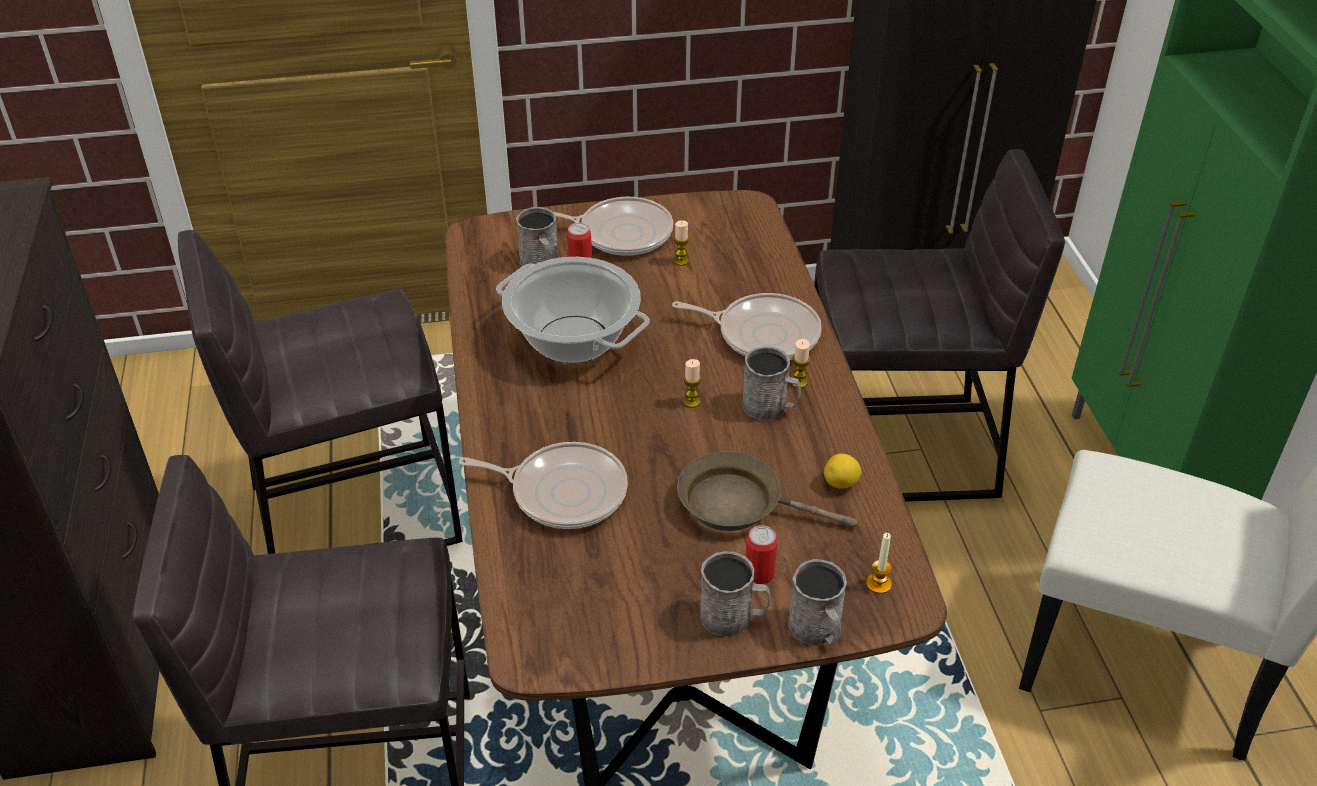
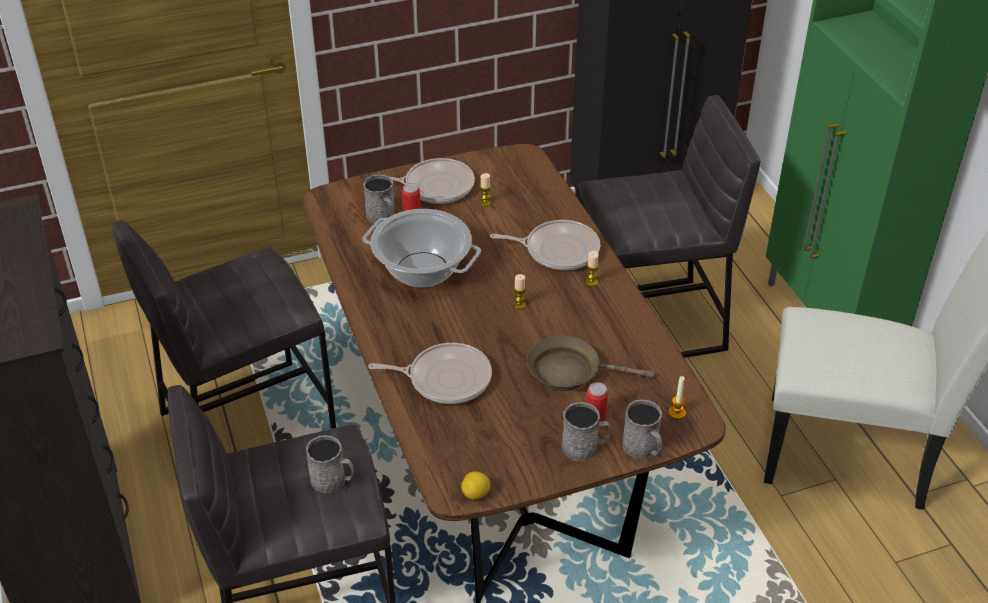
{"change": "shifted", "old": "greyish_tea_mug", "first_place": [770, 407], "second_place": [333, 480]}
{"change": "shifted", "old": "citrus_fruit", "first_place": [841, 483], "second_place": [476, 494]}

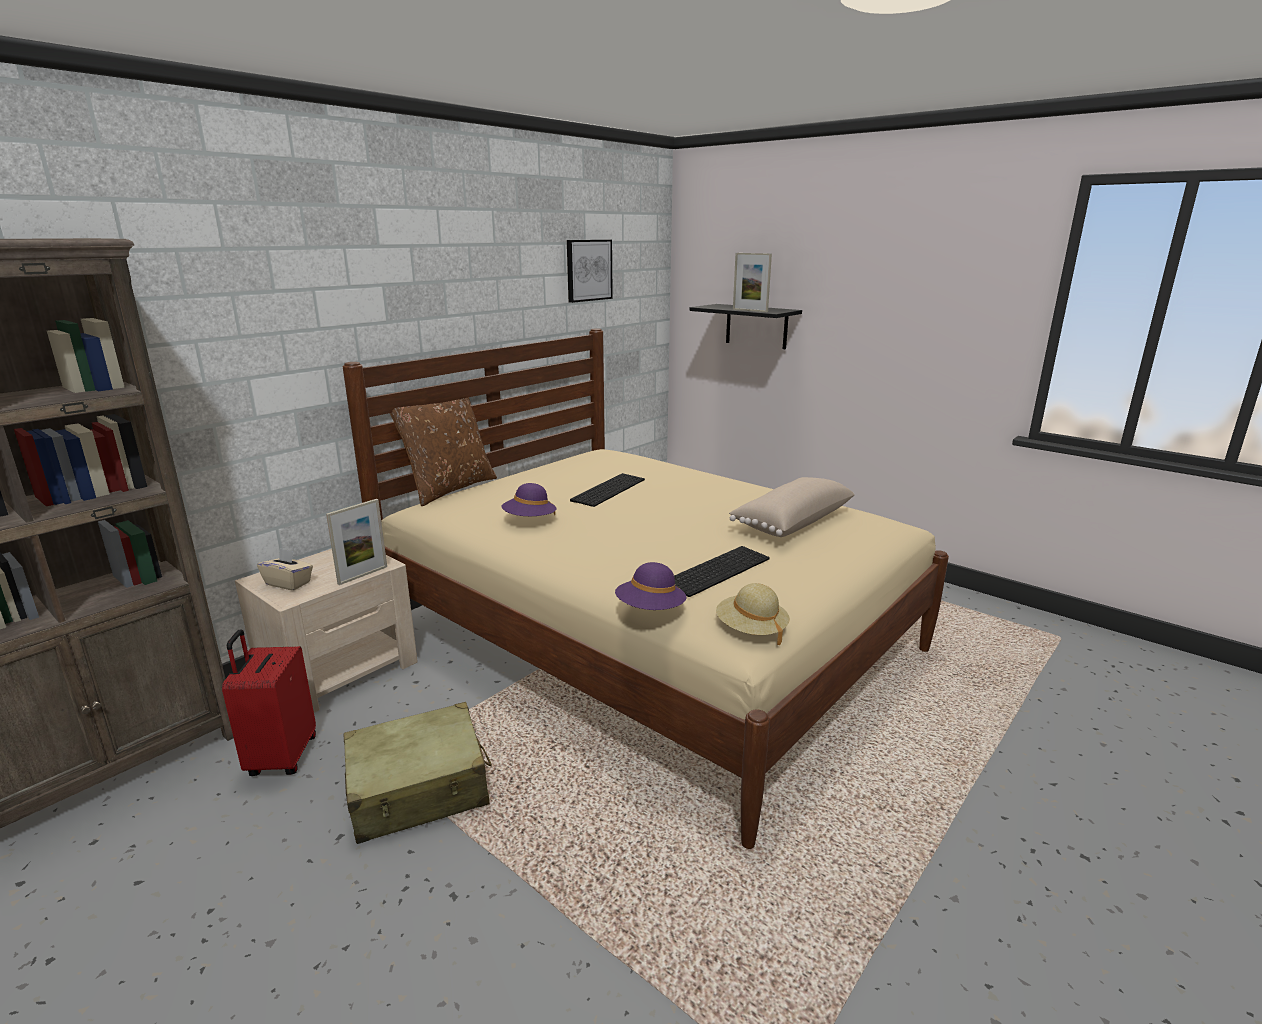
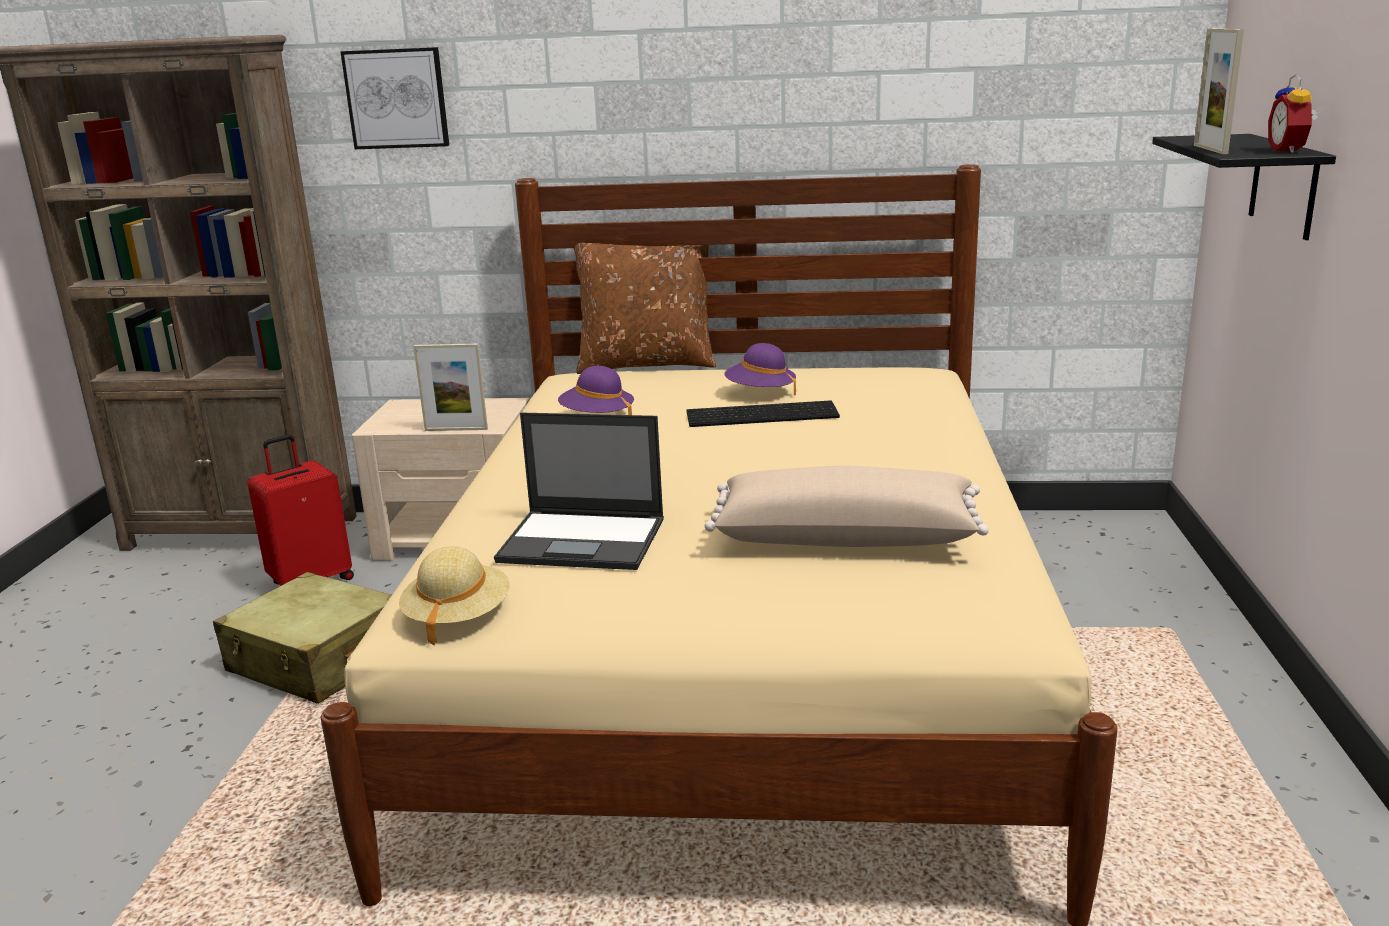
{"change": "gone", "old": "beige-coloured_box_of_tissues", "first_place": [289, 583]}
{"change": "shifted", "old": "picture", "first_place": [588, 270], "second_place": [397, 98]}
{"change": "shifted", "old": "purple-coloured_clothing_hat", "first_place": [650, 610], "second_place": [760, 393]}
{"change": "swapped", "old": "PC_keyboard", "new": "notebook_computer", "first_place": [716, 569], "second_place": [584, 541]}
{"change": "new", "new": "table_clock", "second_place": [1289, 150]}

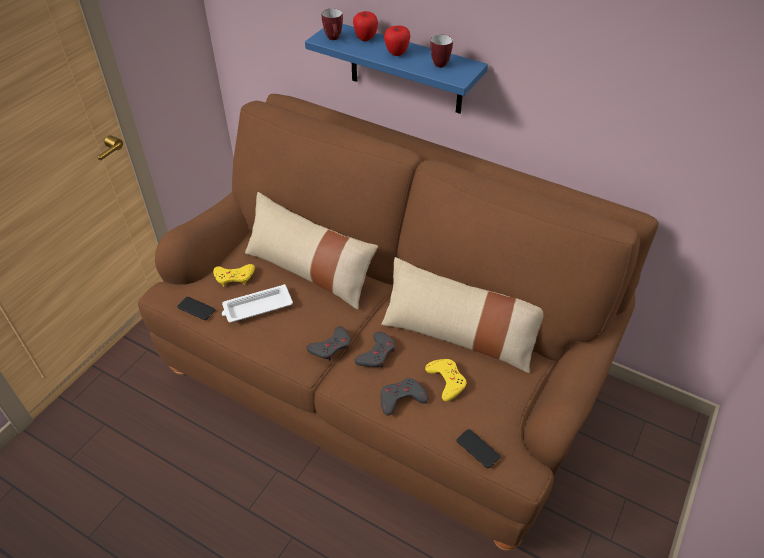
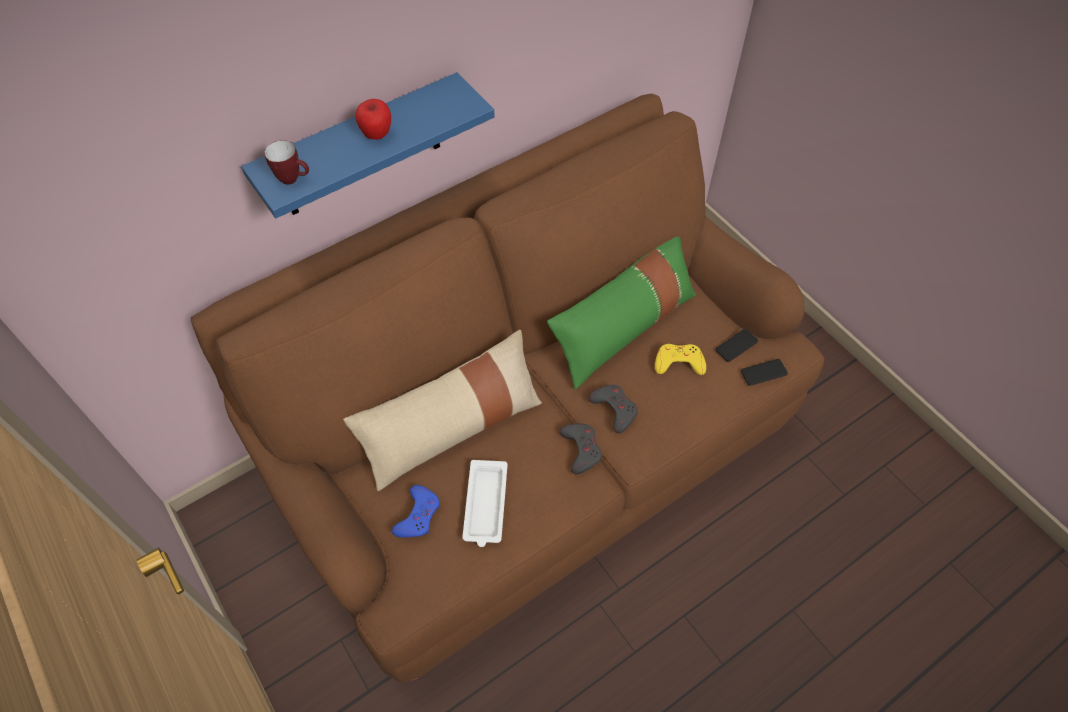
{"change": "shifted", "old": "telephone", "first_place": [196, 308], "second_place": [736, 345]}
{"change": "repainted", "old": "yellowish_joypad", "new": "bluish_joypad", "first_place": [234, 277], "second_place": [418, 515]}
{"change": "gone", "old": "whole_apple", "first_place": [365, 39]}
{"change": "repainted", "old": "beige-coloured_pillow", "new": "greenish_pillow", "first_place": [459, 335], "second_place": [624, 328]}
{"change": "gone", "old": "greyish_joypad", "first_place": [401, 398]}
{"change": "gone", "old": "tea_mug", "first_place": [438, 63]}

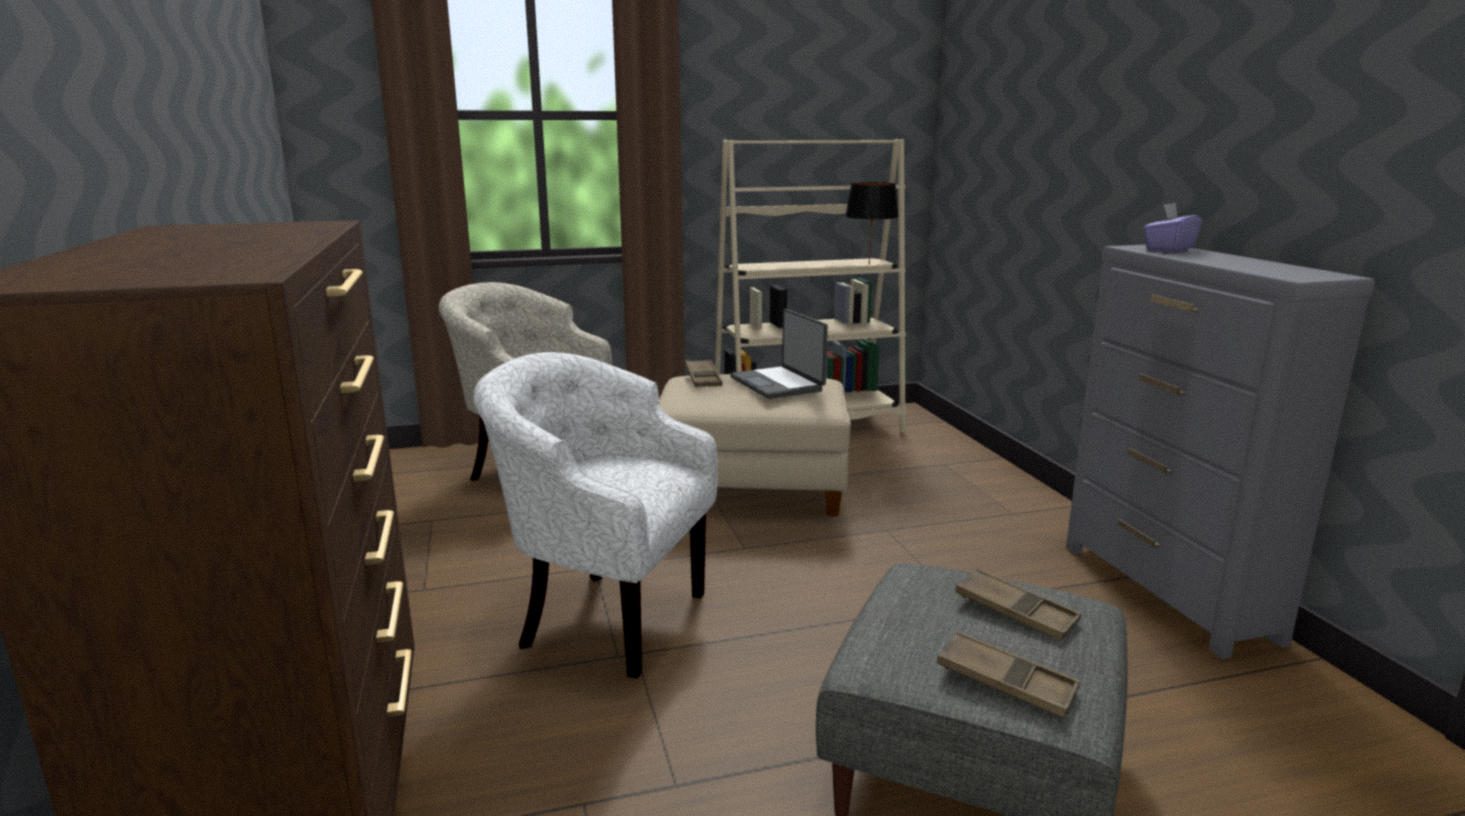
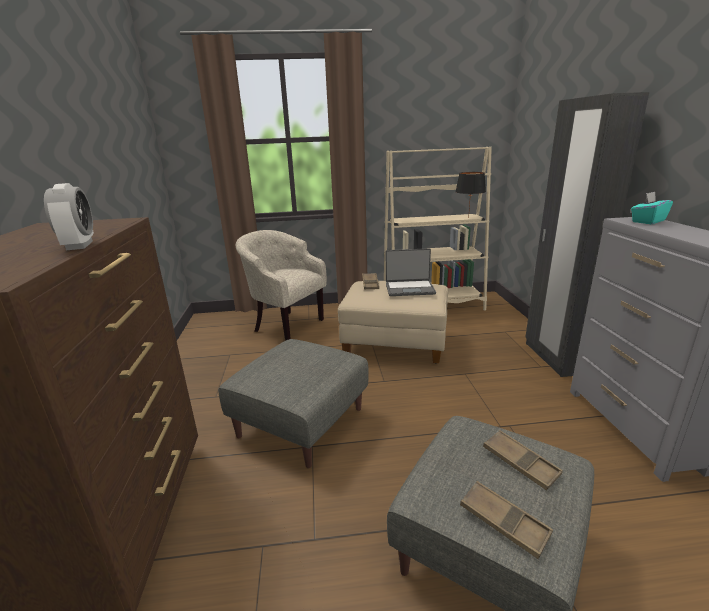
{"change": "swapped", "old": "white-coloured_armchair", "new": "greyish_ottoman", "first_place": [604, 618], "second_place": [300, 421]}
{"change": "rotated", "old": "notebook_computer", "first_place": [778, 384], "second_place": [409, 289], "degrees": -75}
{"change": "repainted", "old": "purple-coloured_box_of_tissues", "new": "blue-green_box_of_tissues", "first_place": [1168, 249], "second_place": [647, 221]}
{"change": "new", "new": "table_clock", "second_place": [79, 245]}
{"change": "new", "new": "black_clothes_cupboard", "second_place": [553, 358]}

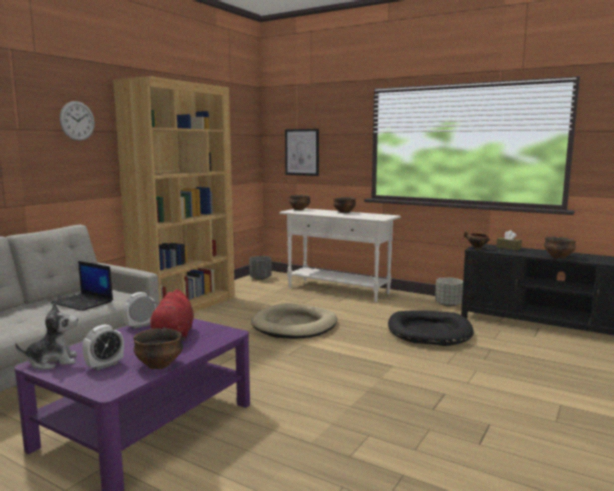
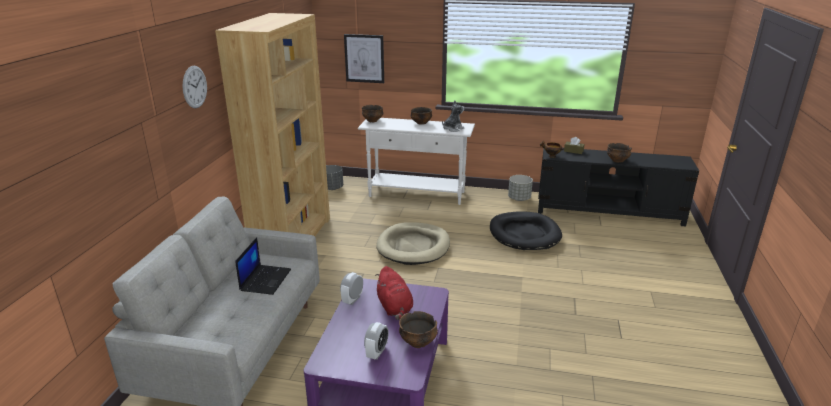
{"change": "shifted", "old": "plush_toy", "first_place": [53, 362], "second_place": [452, 129]}
{"change": "rotated", "old": "notebook_computer", "first_place": [83, 302], "second_place": [265, 279], "degrees": -90}

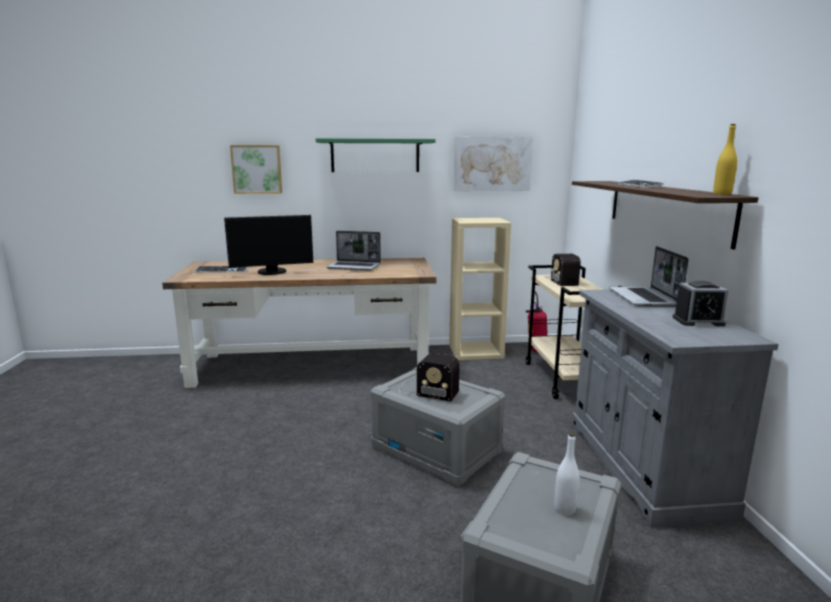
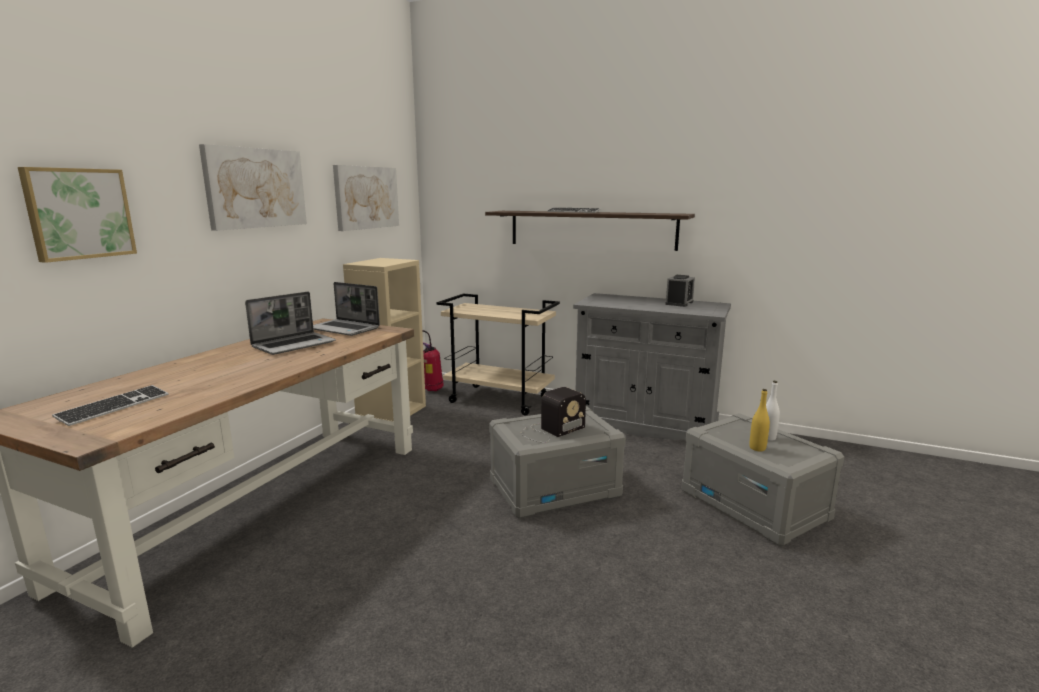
{"change": "gone", "old": "computer_display", "first_place": [272, 272]}
{"change": "swapped", "old": "greenish_shelf", "new": "picture", "first_place": [375, 155], "second_place": [255, 188]}
{"change": "gone", "old": "radio", "first_place": [562, 280]}
{"change": "shifted", "old": "notebook_computer", "first_place": [644, 298], "second_place": [345, 329]}
{"change": "shifted", "old": "yellowish_drink_bottle", "first_place": [722, 194], "second_place": [757, 448]}

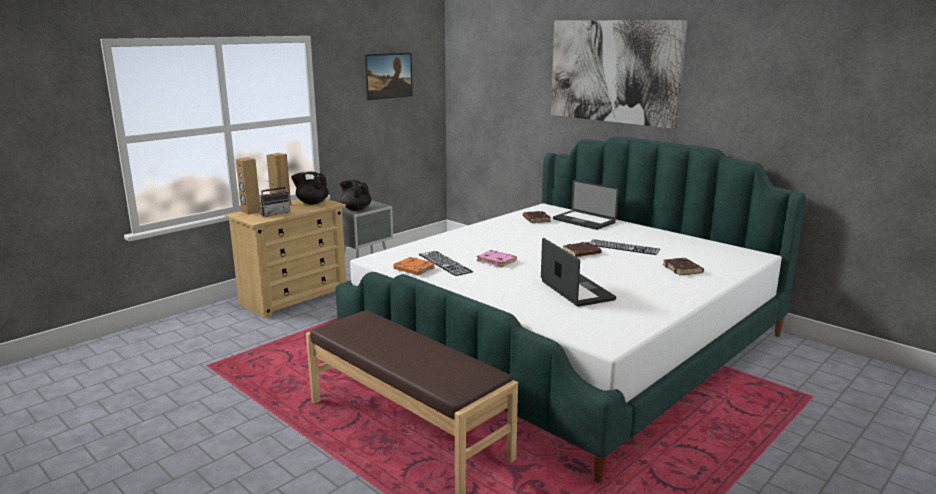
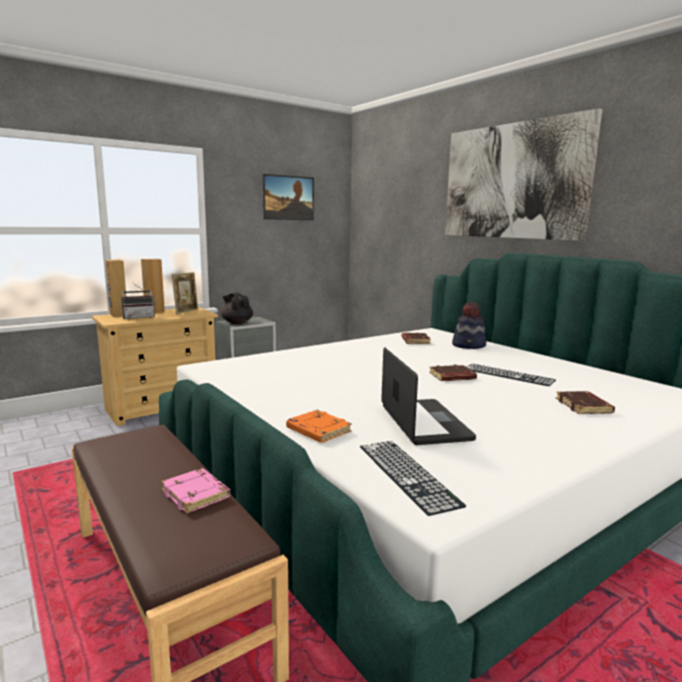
{"change": "swapped", "old": "black_tea_pot", "new": "picture_frame", "first_place": [312, 203], "second_place": [186, 311]}
{"change": "shifted", "old": "orangey_book", "first_place": [413, 269], "second_place": [317, 431]}
{"change": "shifted", "old": "PC_keyboard", "first_place": [445, 263], "second_place": [407, 474]}
{"change": "shifted", "old": "pinkish_book", "first_place": [497, 261], "second_place": [197, 494]}
{"change": "swapped", "old": "notebook_computer", "new": "clothing_hat", "first_place": [584, 221], "second_place": [469, 346]}

